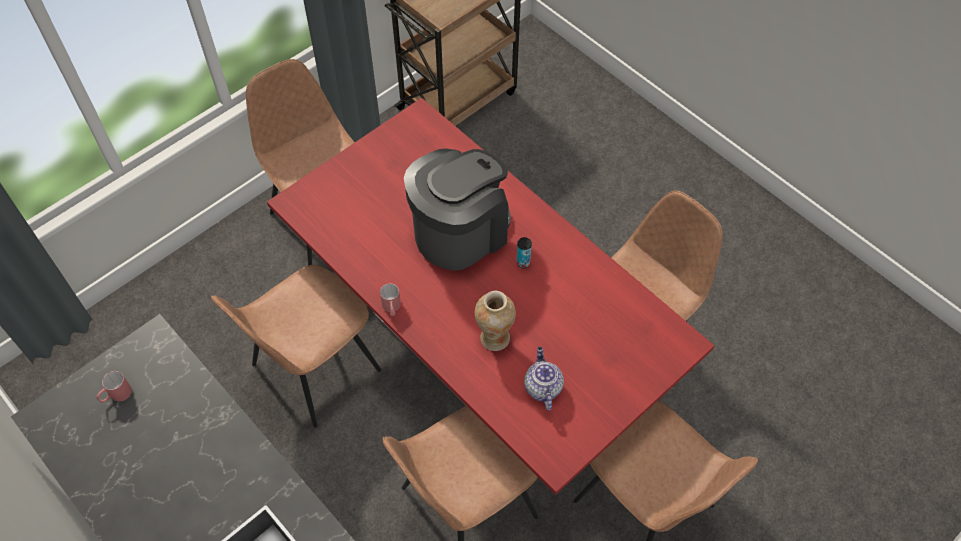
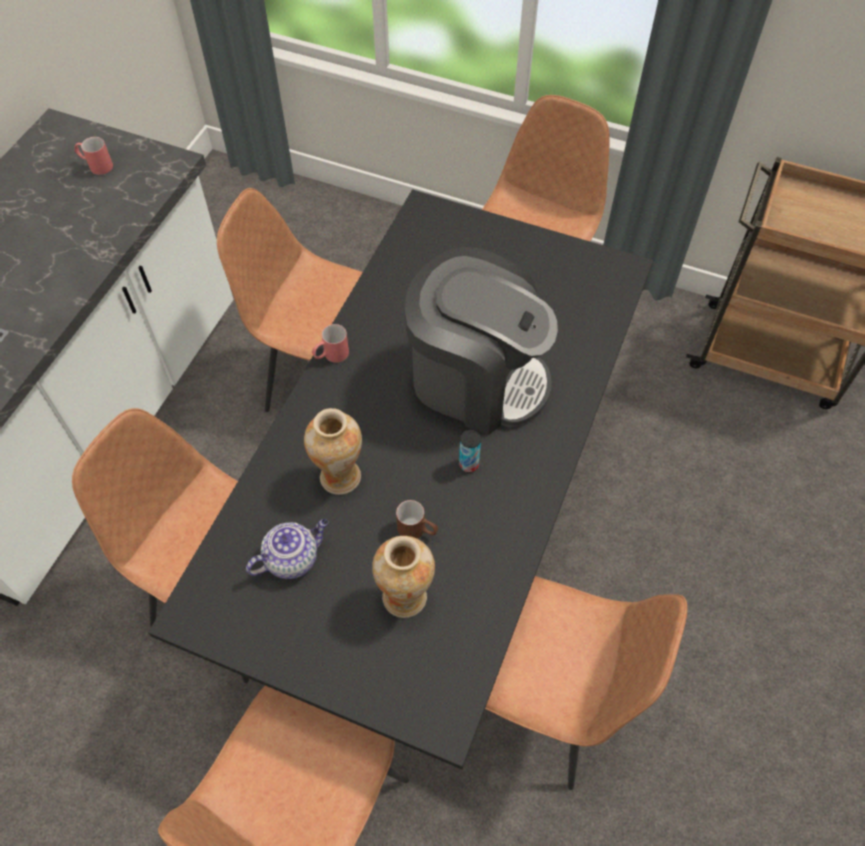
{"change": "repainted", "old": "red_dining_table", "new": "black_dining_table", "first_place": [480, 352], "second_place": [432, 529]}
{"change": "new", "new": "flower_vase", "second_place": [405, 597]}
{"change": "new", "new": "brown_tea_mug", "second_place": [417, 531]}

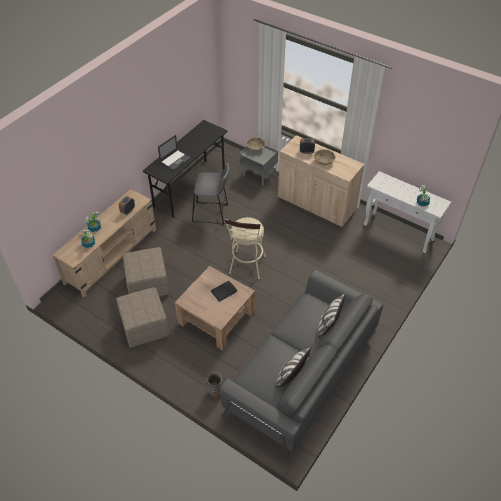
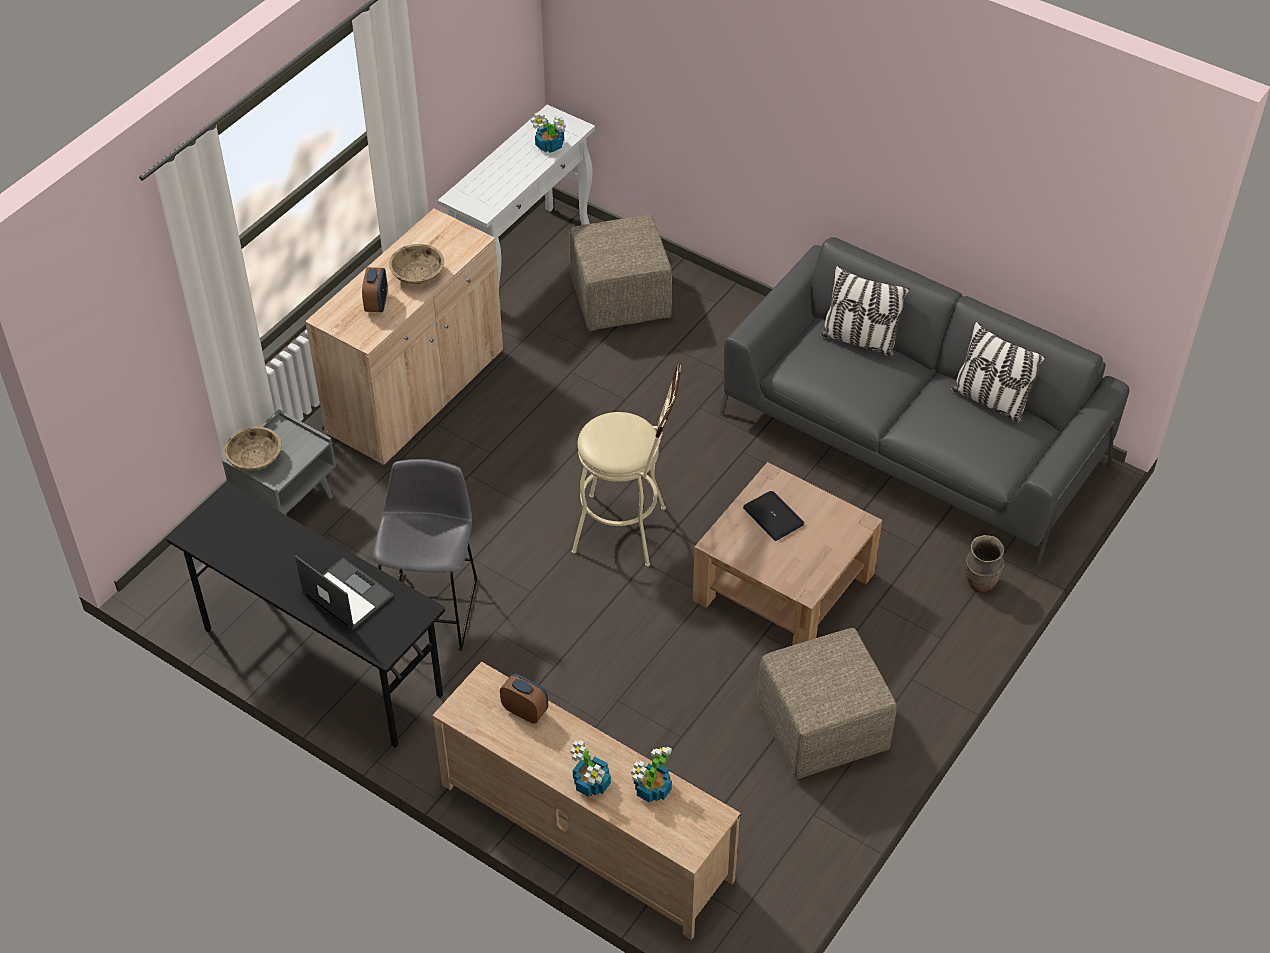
{"change": "shifted", "old": "beige-coloured_ottoman", "first_place": [148, 285], "second_place": [621, 299]}

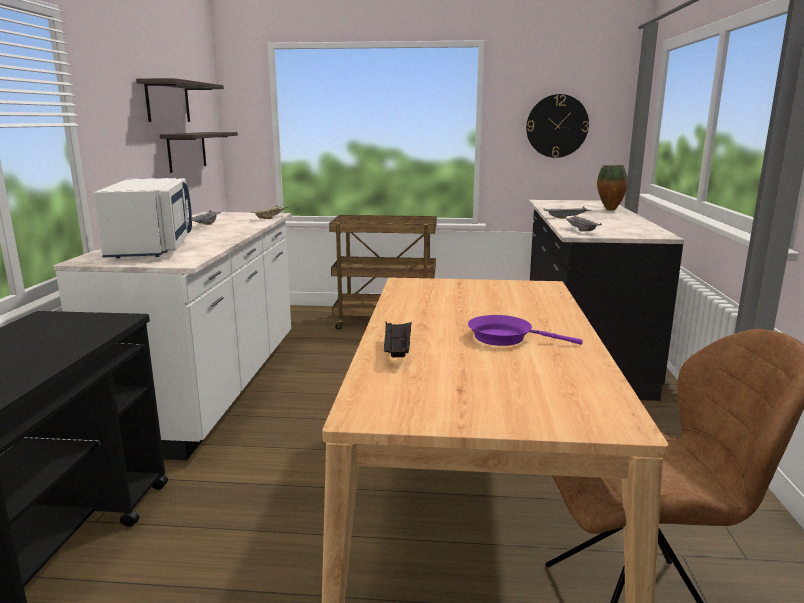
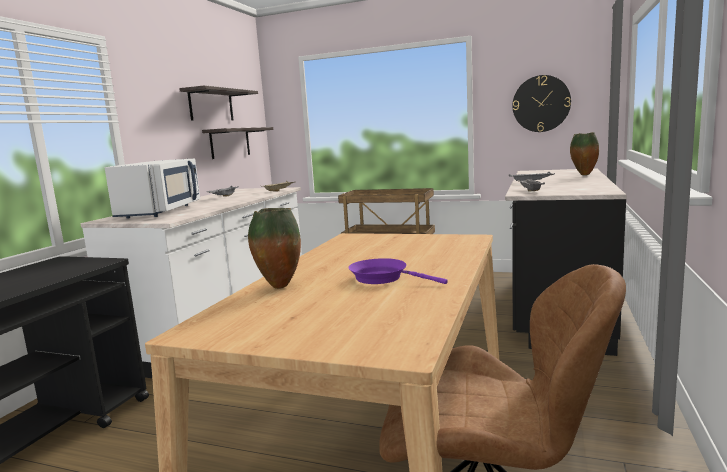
{"change": "swapped", "old": "black_tray", "new": "flower_vase", "first_place": [397, 351], "second_place": [278, 286]}

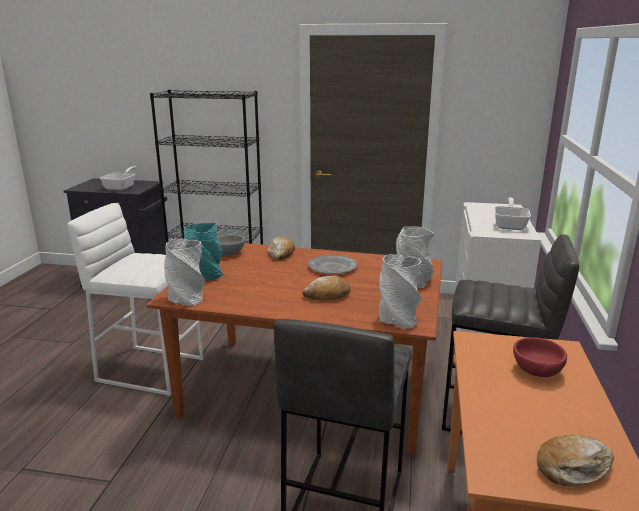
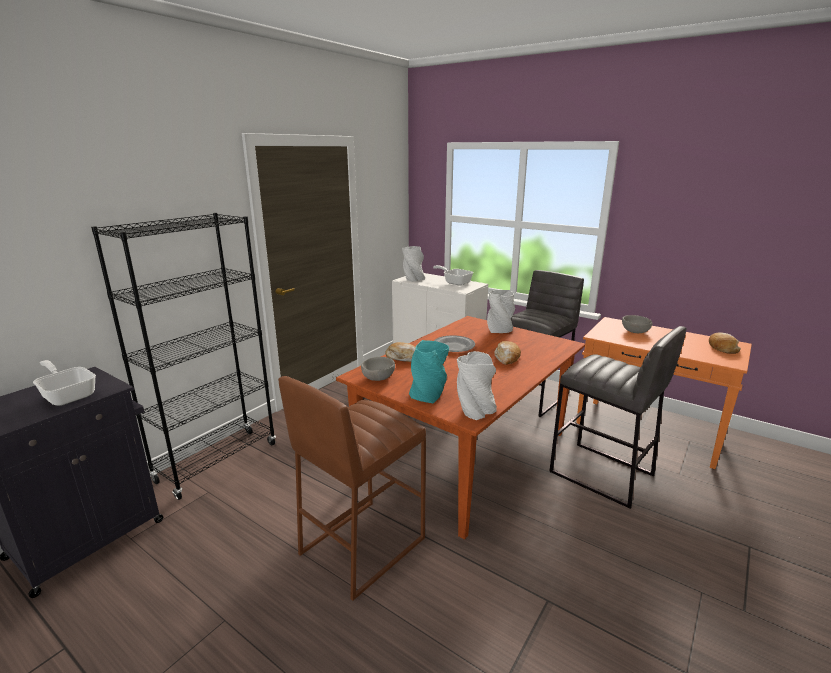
{"change": "repainted", "old": "white-coloured_sitting_stool", "new": "brown_sitting_stool", "first_place": [150, 369], "second_place": [361, 546]}
{"change": "shifted", "old": "greyish_flower_vase", "first_place": [397, 318], "second_place": [413, 279]}
{"change": "repainted", "old": "red_bowl", "new": "greyish_bowl", "first_place": [537, 370], "second_place": [634, 331]}

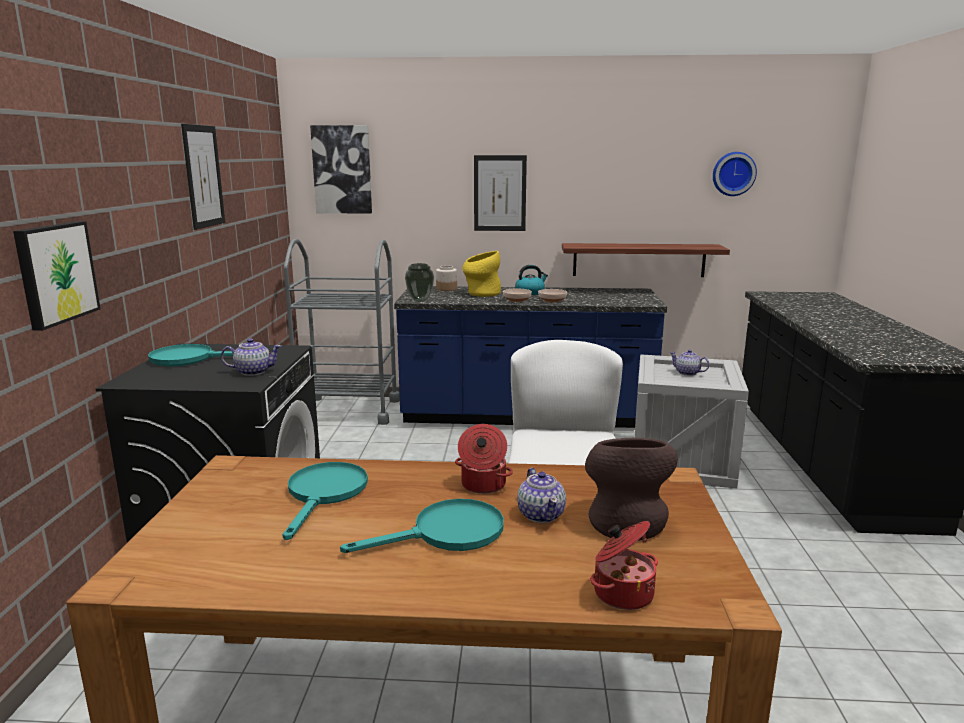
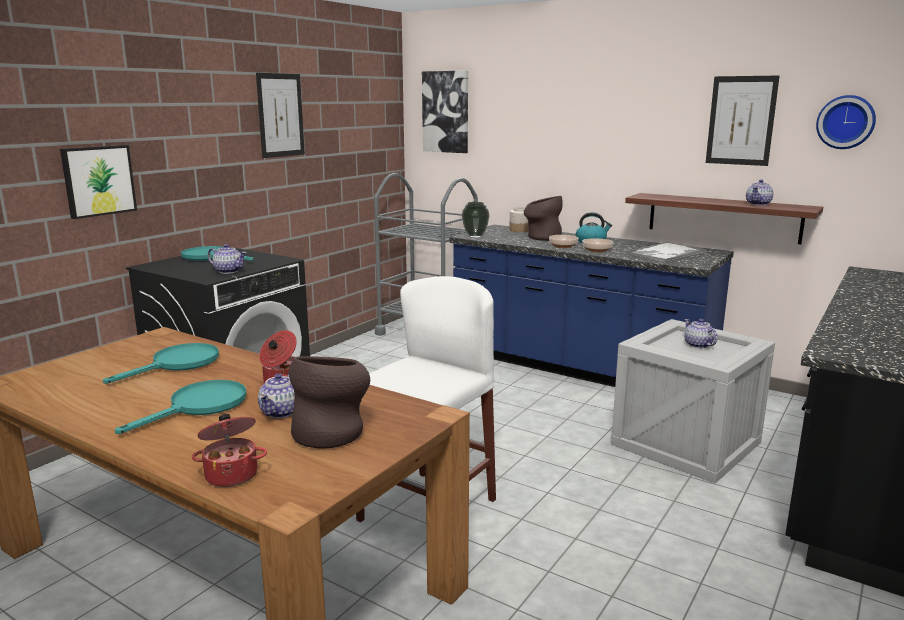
{"change": "rotated", "old": "blue-green_skillet", "first_place": [446, 533], "second_place": [200, 406], "degrees": -60}
{"change": "repainted", "old": "yellowish_flower_vase", "new": "brown_flower_vase", "first_place": [481, 293], "second_place": [541, 237]}
{"change": "shifted", "old": "picture", "first_place": [500, 193], "second_place": [741, 120]}
{"change": "new", "new": "tray", "second_place": [665, 254]}
{"change": "new", "new": "tea_pot", "second_place": [758, 204]}

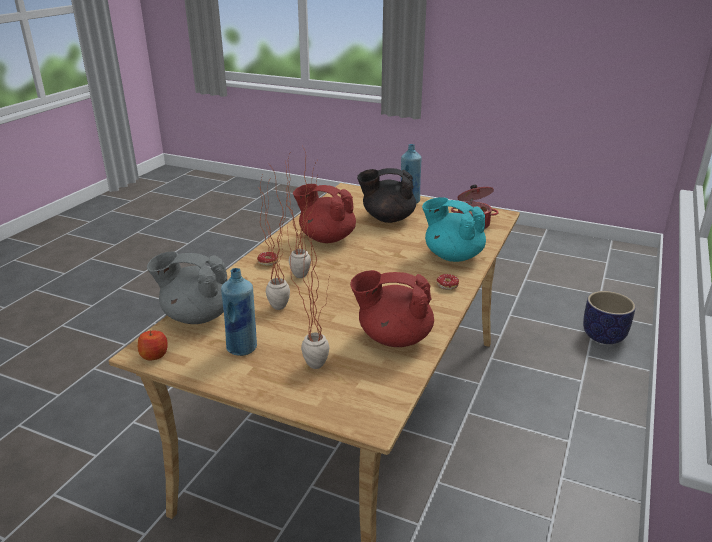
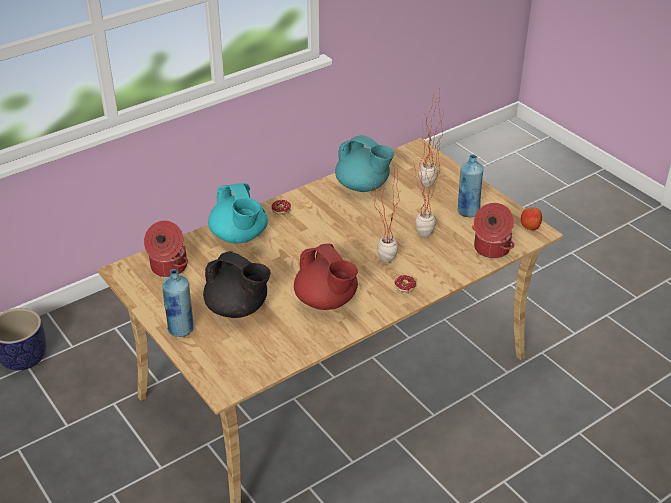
{"change": "swapped", "old": "greyish_tea_pot", "new": "cooking_pot", "first_place": [197, 316], "second_place": [490, 249]}
{"change": "repainted", "old": "red_tea_pot", "new": "blue-green_tea_pot", "first_place": [393, 337], "second_place": [363, 186]}

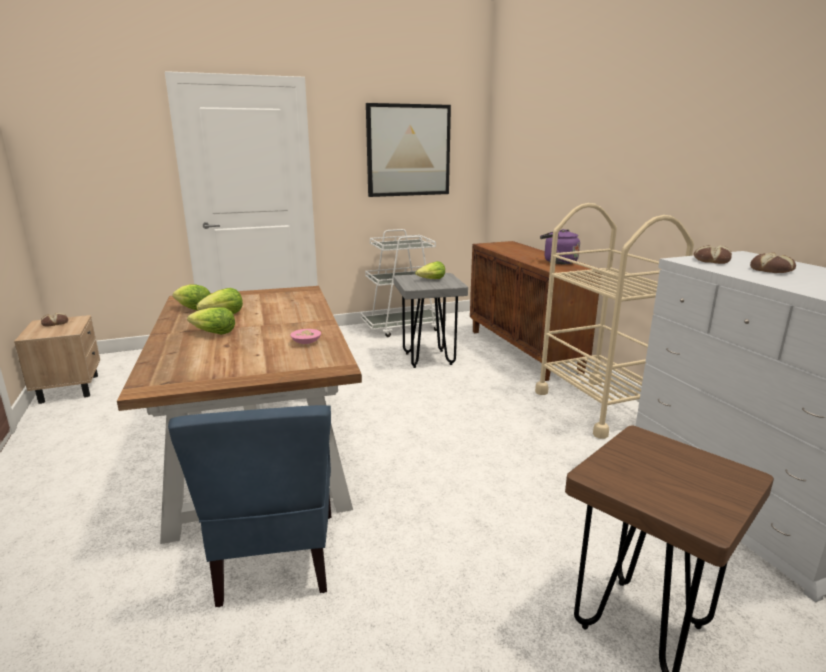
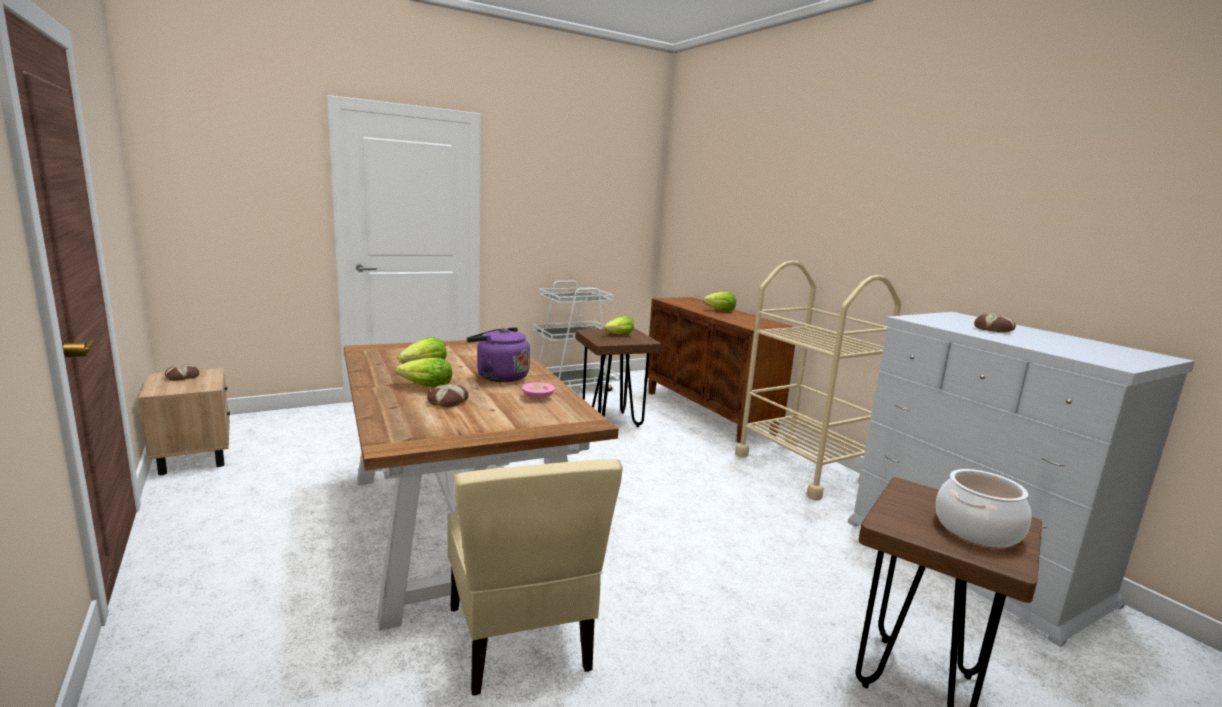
{"change": "repainted", "old": "bluish_plain_chair", "new": "beige-coloured_plain_chair", "first_place": [276, 558], "second_place": [521, 638]}
{"change": "shifted", "old": "head_of_lettuce", "first_place": [194, 309], "second_place": [720, 311]}
{"change": "gone", "old": "picture", "first_place": [408, 150]}
{"change": "repainted", "old": "greyish_sitting_stool", "new": "brown_sitting_stool", "first_place": [428, 359], "second_place": [612, 421]}
{"change": "shifted", "old": "purple-coloured_kettle", "first_place": [558, 262], "second_place": [499, 377]}
{"change": "shifted", "old": "baked_bread", "first_place": [711, 260], "second_place": [447, 401]}
{"change": "new", "new": "cooking_pot", "second_place": [977, 530]}

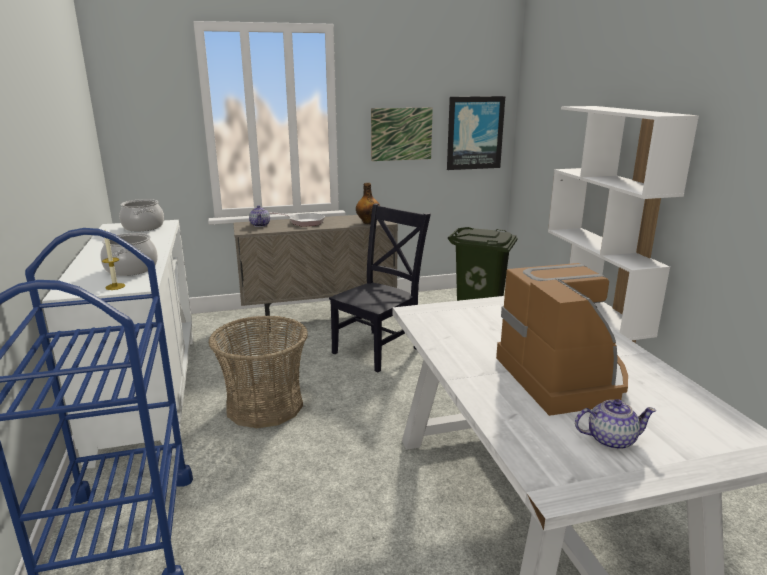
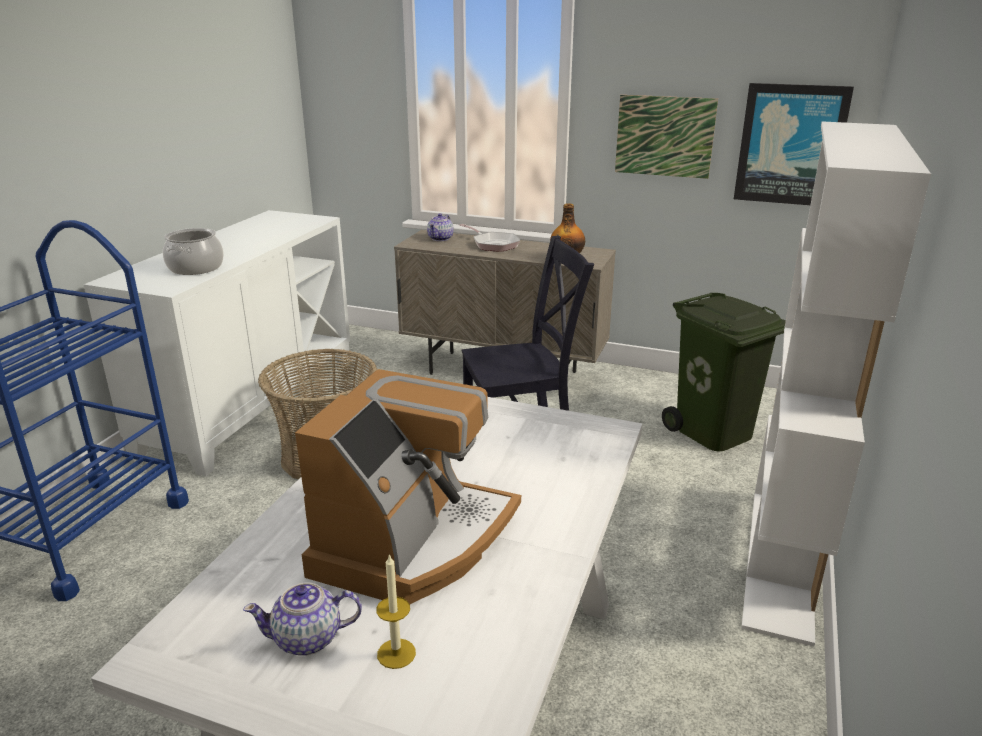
{"change": "shifted", "old": "wax_light", "first_place": [115, 286], "second_place": [396, 653]}
{"change": "gone", "old": "cooking_pot", "first_place": [143, 227]}
{"change": "rotated", "old": "tea_pot", "first_place": [610, 439], "second_place": [308, 639], "degrees": 135}

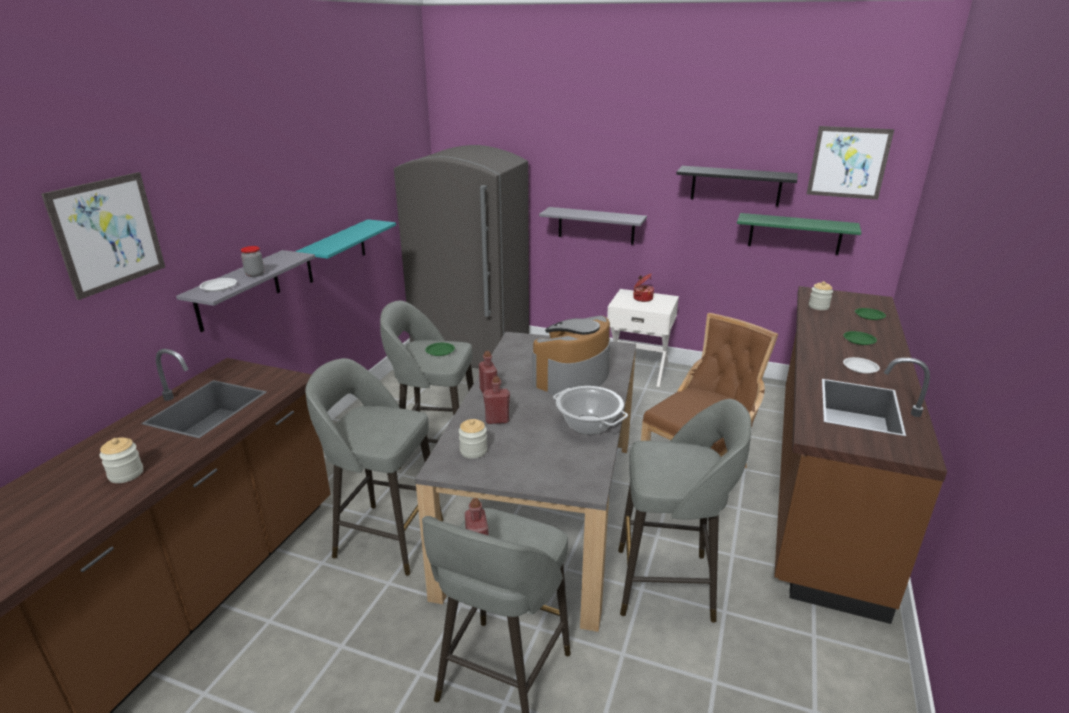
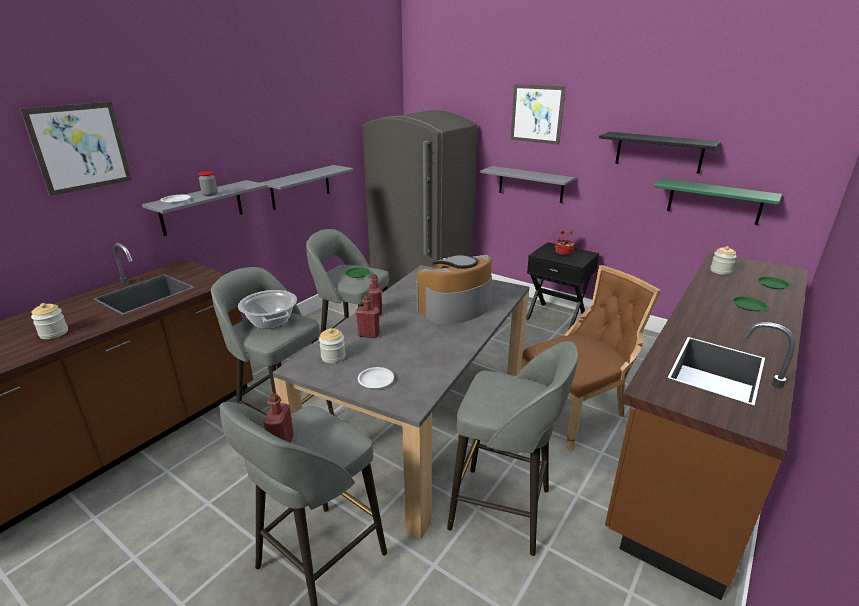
{"change": "repainted", "old": "blue-green_shelf", "new": "greyish_shelf", "first_place": [336, 251], "second_place": [300, 187]}
{"change": "shifted", "old": "cooking_pot", "first_place": [589, 425], "second_place": [271, 322]}
{"change": "repainted", "old": "white-coloured_nightstand", "new": "black_nightstand", "first_place": [638, 371], "second_place": [556, 317]}
{"change": "shifted", "old": "picture", "first_place": [848, 162], "second_place": [537, 114]}
{"change": "shifted", "old": "white-coloured_flat_dish", "first_place": [860, 368], "second_place": [375, 380]}

